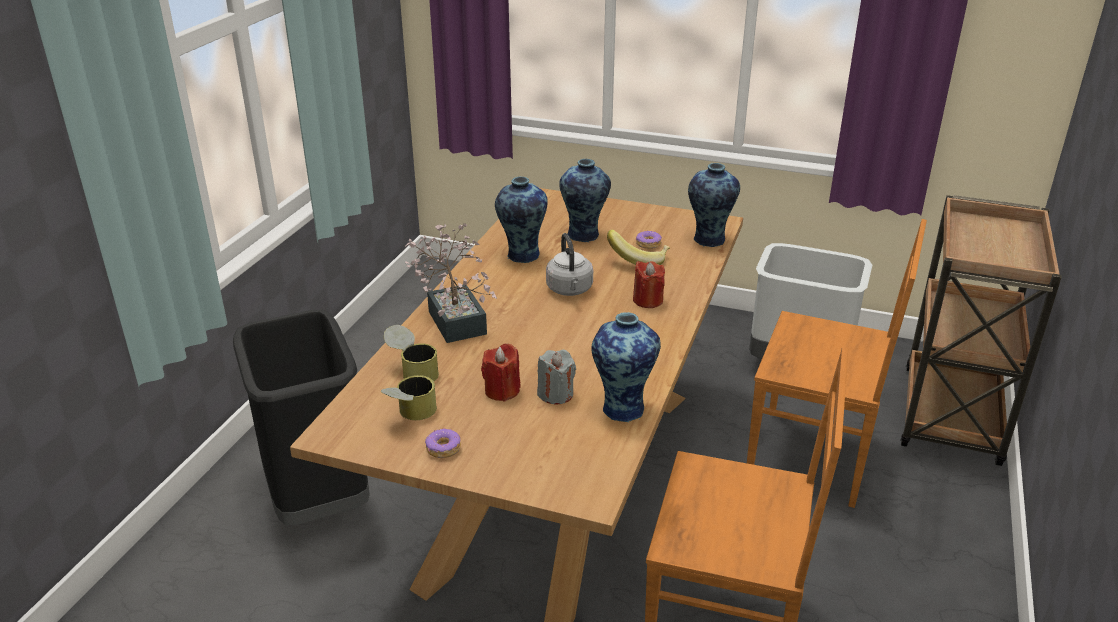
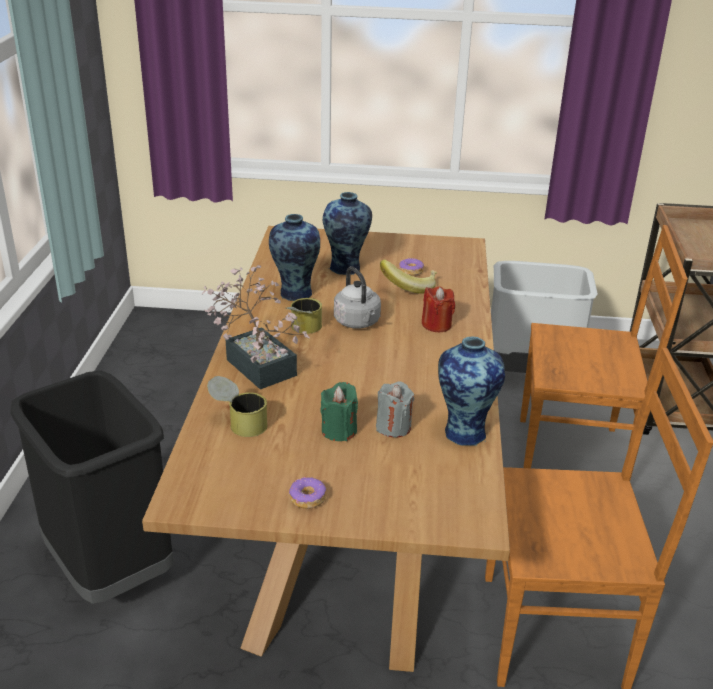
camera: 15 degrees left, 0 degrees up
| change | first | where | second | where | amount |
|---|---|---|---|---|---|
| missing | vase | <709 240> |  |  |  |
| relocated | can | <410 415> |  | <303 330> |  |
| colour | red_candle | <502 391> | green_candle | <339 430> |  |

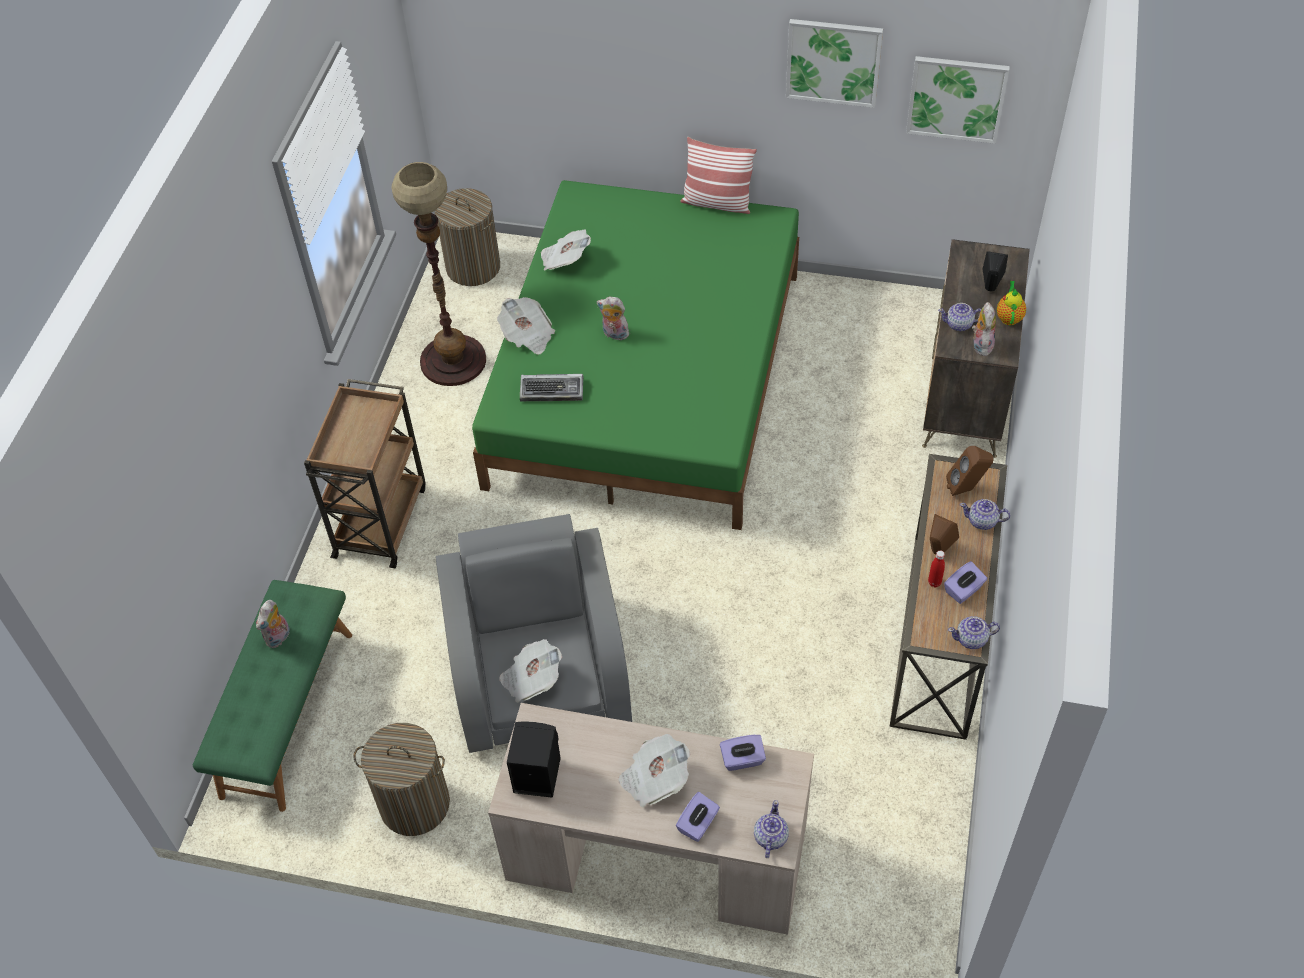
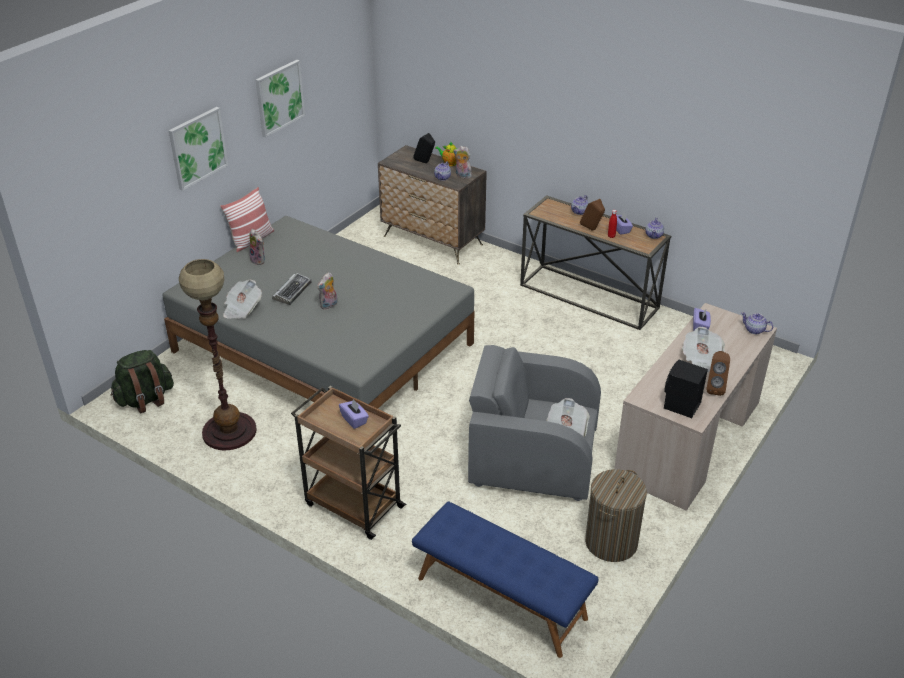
camera: 70 degrees left, 15 degrees down
| change | first | where | second | where | amount |
|---|---|---|---|---|---|
| missing | newspaper | <527 336> |  |  |  |
| relocated | plush_toy | <279 638> |  | <259 260> |  |
| relocated | keyboard | <553 390> |  | <292 291> |  |
| relocated | purple_tissue_box | <698 824> |  | <354 420> |  |
| relocated | picture | <956 98> |  | <197 148> |  |
| relocated | brown_speaker | <966 489> |  | <714 388> |  |
| exchanged | laundry_basket | <473 267> | green_backpack | <145 400> |  |
| colour | green_bench | <286 713> | blue_bench | <500 598> |  |
| colour | green_bed | <647 378> | grey_bed | <323 347> |  |

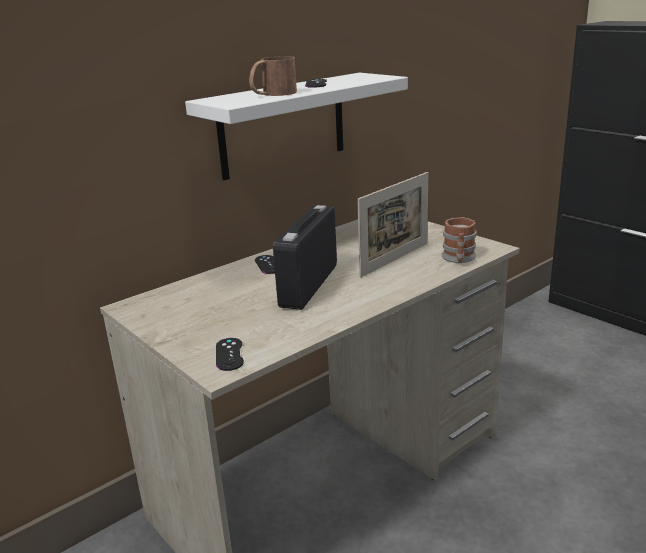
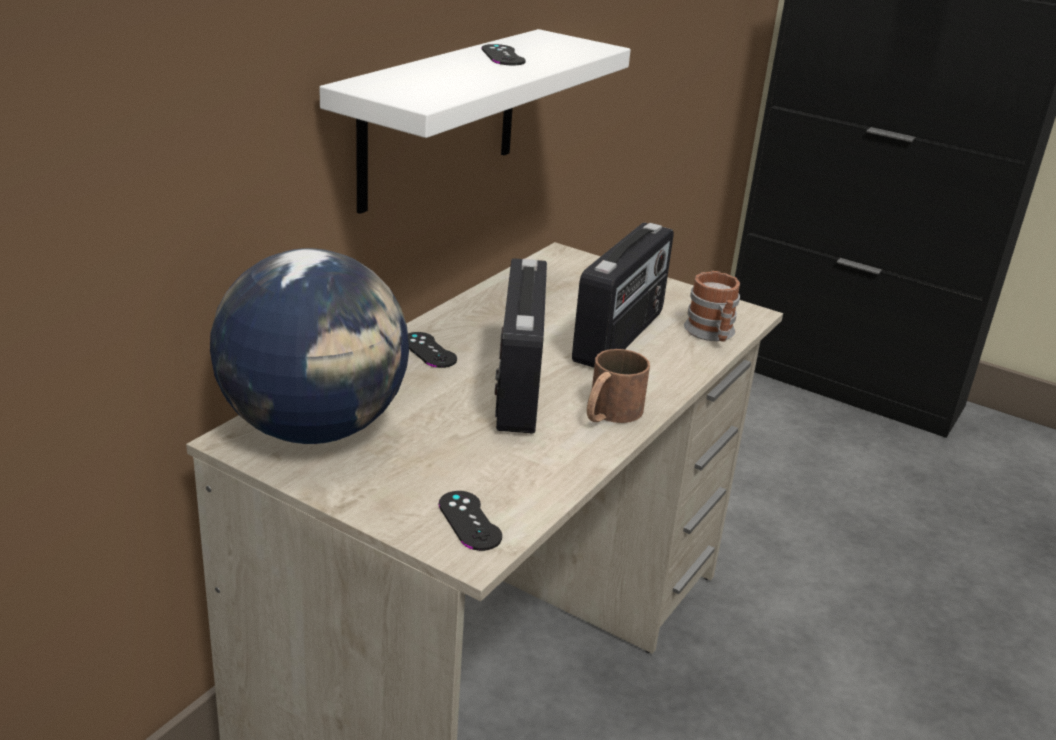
camera: 20 degrees left, 5 degrees up
| change | first | where | second | where | amount |
|---|---|---|---|---|---|
| appeared |  |  | globe | <314 428> |  |
| relocated | brown_mug | <272 94> |  | <609 414> |  |
| exchanged | picture_frame | <395 259> | radio | <620 337> |  |

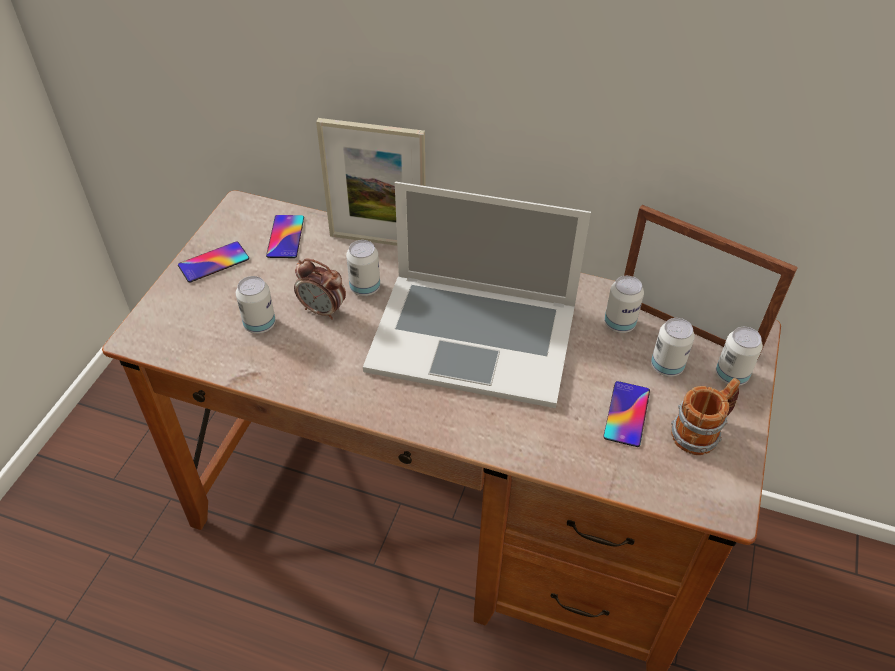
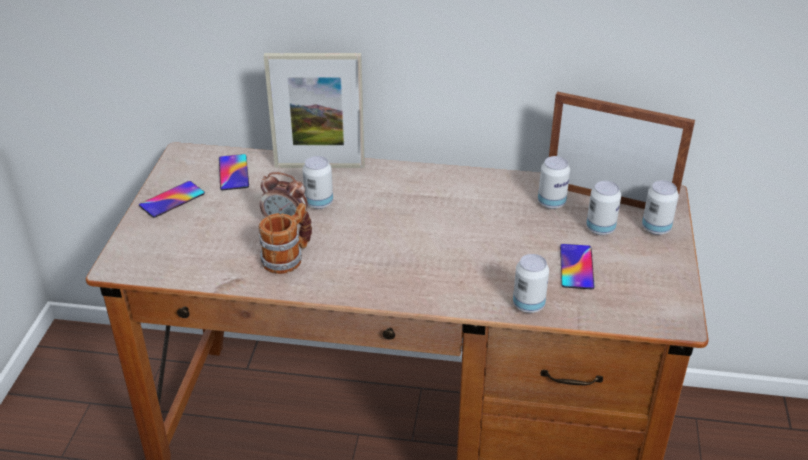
camera: 10 degrees left, 10 degrees down
| change | first | where | second | where | amount |
|---|---|---|---|---|---|
| missing | laptop | <473 336> |  |  |  |
| relocated | can | <260 324> |  | <528 305> |  |
| relocated | mug | <701 431> |  | <288 257> |  |

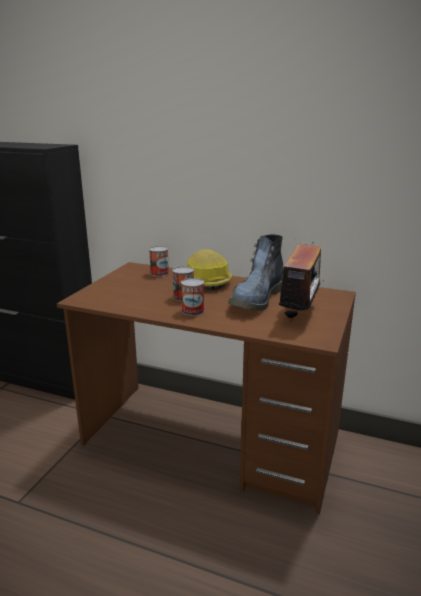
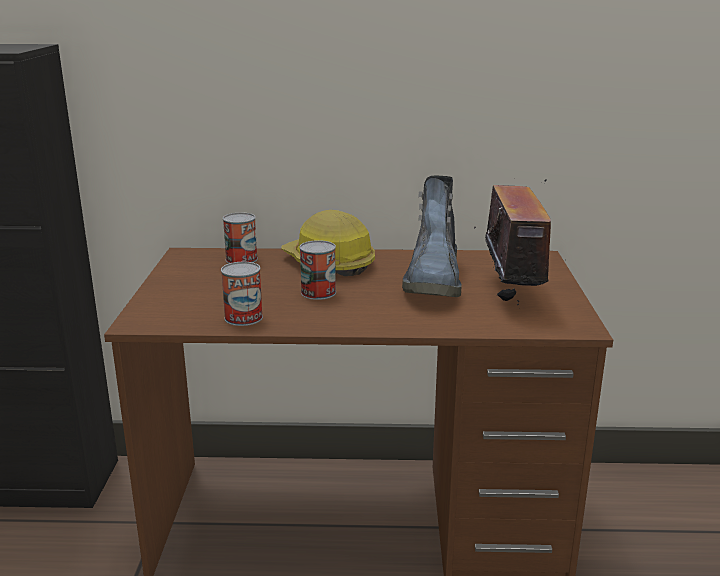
camera: 20 degrees left, 0 degrees up
| change | first | where | second | where | amount |
|---|---|---|---|---|---|
| relocated | can | <192 311> |  | <243 317> |  |

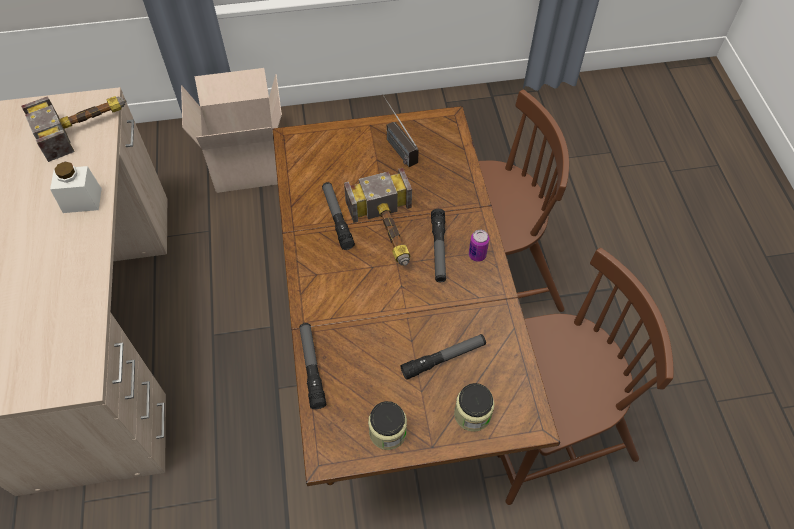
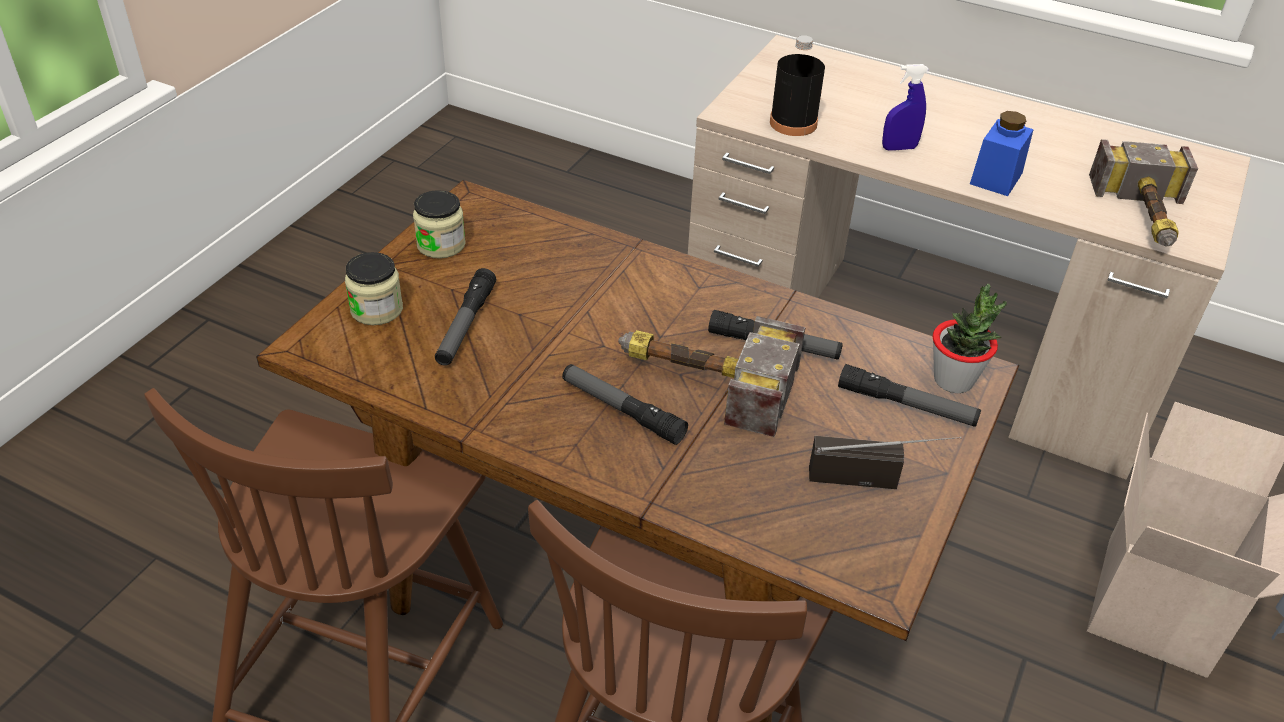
camera: 125 degrees right, 15 degrees down
| change | first | where | second | where | amount |
|---|---|---|---|---|---|
| missing | can | <477 255> |  |  |  |
| appeared |  |  | black_bottle | <793 123> |  |
| appeared |  |  | blue_spray_bottle | <899 148> |  |
| appeared |  |  | potted_plant | <954 380> |  |
| relocated | flashlight | <312 367> |  | <906 405> |  |
| colour | white_jar | <82 200> | blue_jar | <996 178> |  |

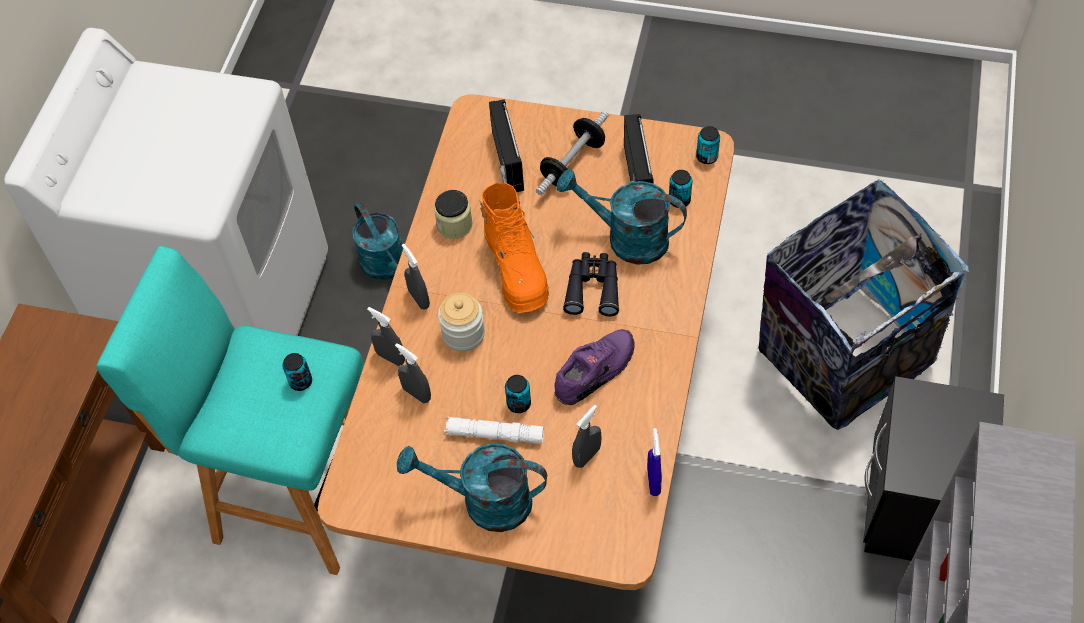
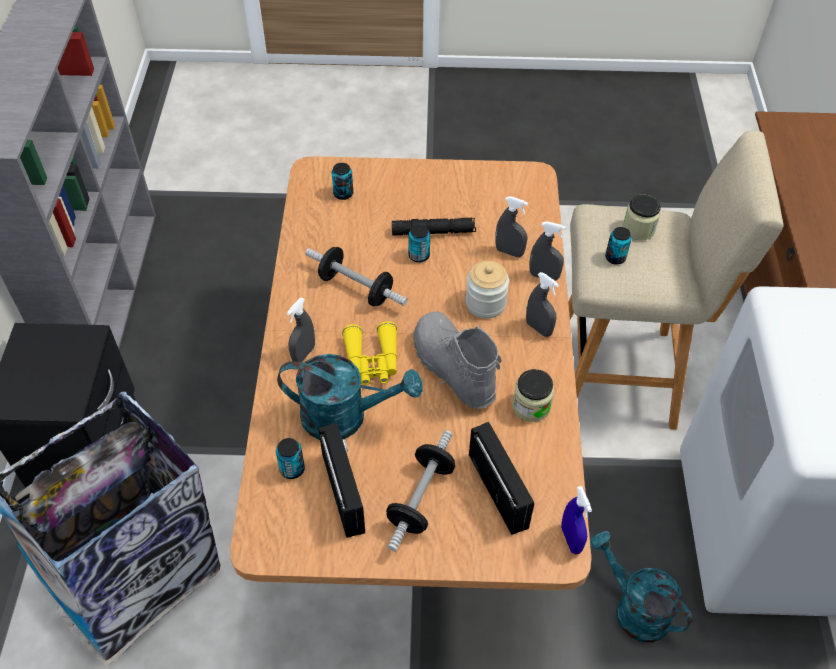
camera: 165 degrees right, 5 degrees down
| change | first | where | second | where | amount |
|---|---|---|---|---|---|
| missing | turquoise_watering_can | <484 502> |  |  |  |
| appeared |  |  | jar | <638 229> |  |
| relocated | grey_spray_bottle | <587 456> |  | <303 354> |  |
| relocated | blue_spray_bottle | <653 481> |  | <571 539> |  |
| relocated | can | <707 157> |  | <343 194> |  |
| exchanged | purple_shoe | <596 372> | dumbbell | <356 288> |  |
| colour | turquoise_stool | <293 493> | beige_stool | <621 375> |  |
| colour | white_flashlight | <494 434> | black_flashlight | <433 232> |  |
| colour | orange_boot | <517 269> | grey_boot | <452 369> |  |
| colour | black_binoculars | <593 288> | yellow_binoculars | <372 361> |  |

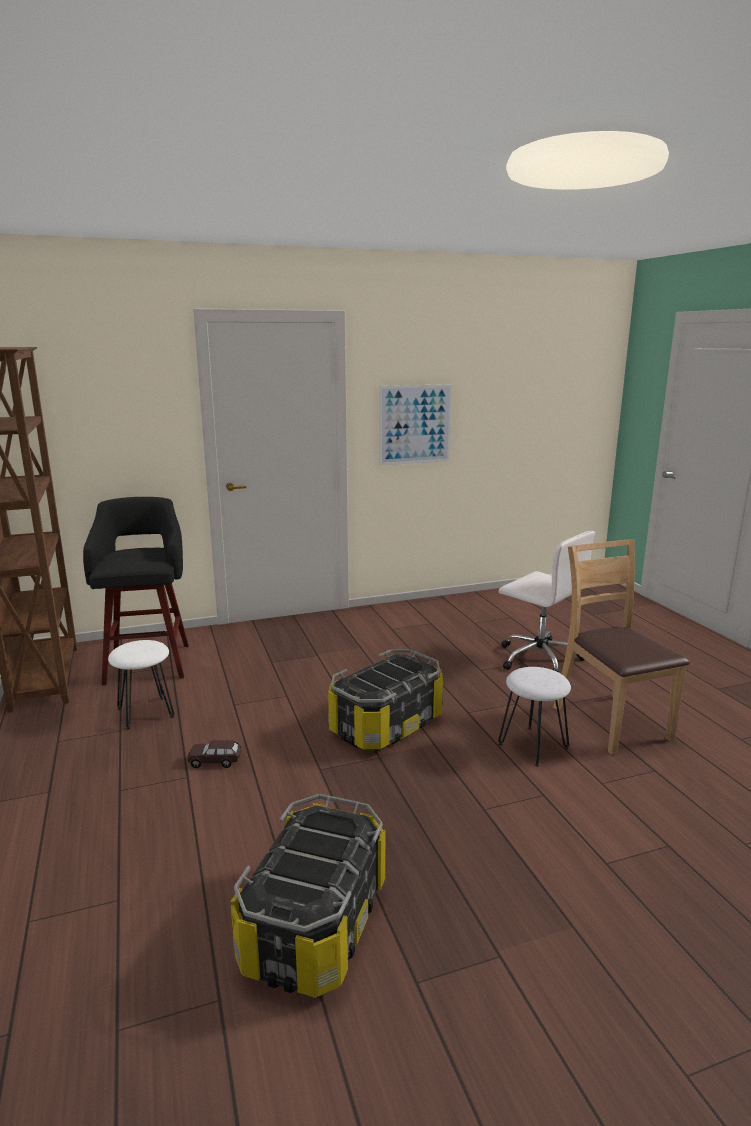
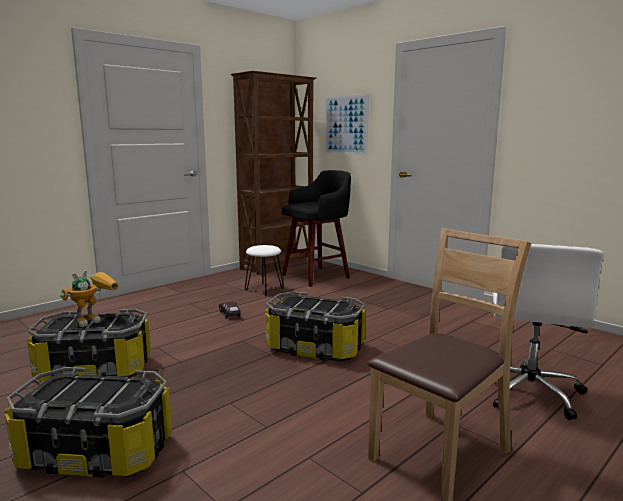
camera: 65 degrees right, 5 degrees down
| change | first | where | second | where | amount |
|---|---|---|---|---|---|
| missing | white_stool | <533 746> |  |  |  |
| appeared |  |  | storage_box | <97 452> |  |
| appeared |  |  | toy_robot | <94 319> |  |
| relocated | picture | <415 424> |  | <346 125> |  |

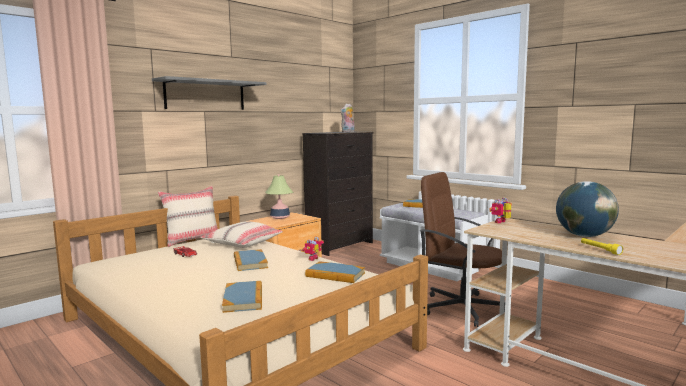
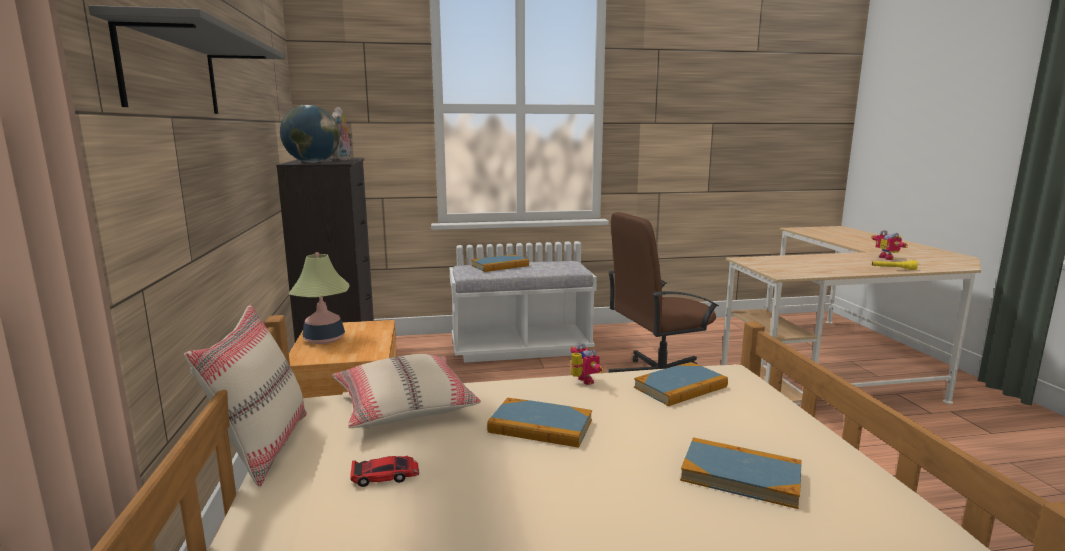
camera: 55 degrees left, 5 degrees up
| change | first | where | second | where | amount |
|---|---|---|---|---|---|
| relocated | toy_robot | <502 222> |  | <888 258> |  |
| relocated | globe | <584 236> |  | <312 162> |  |

